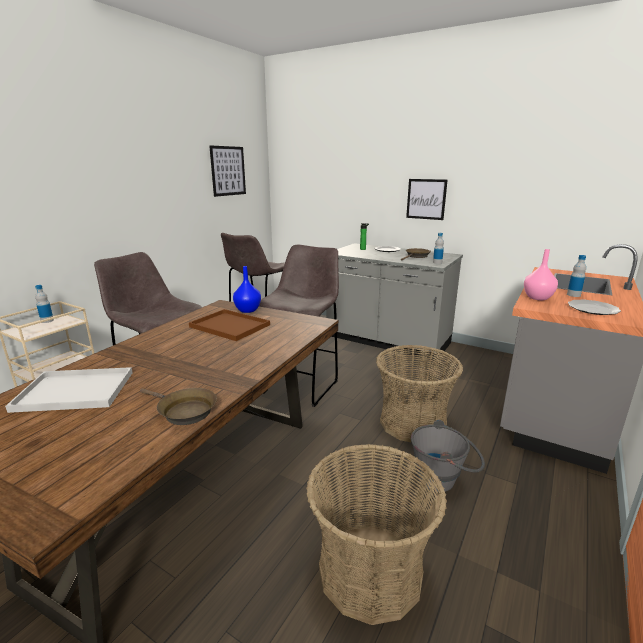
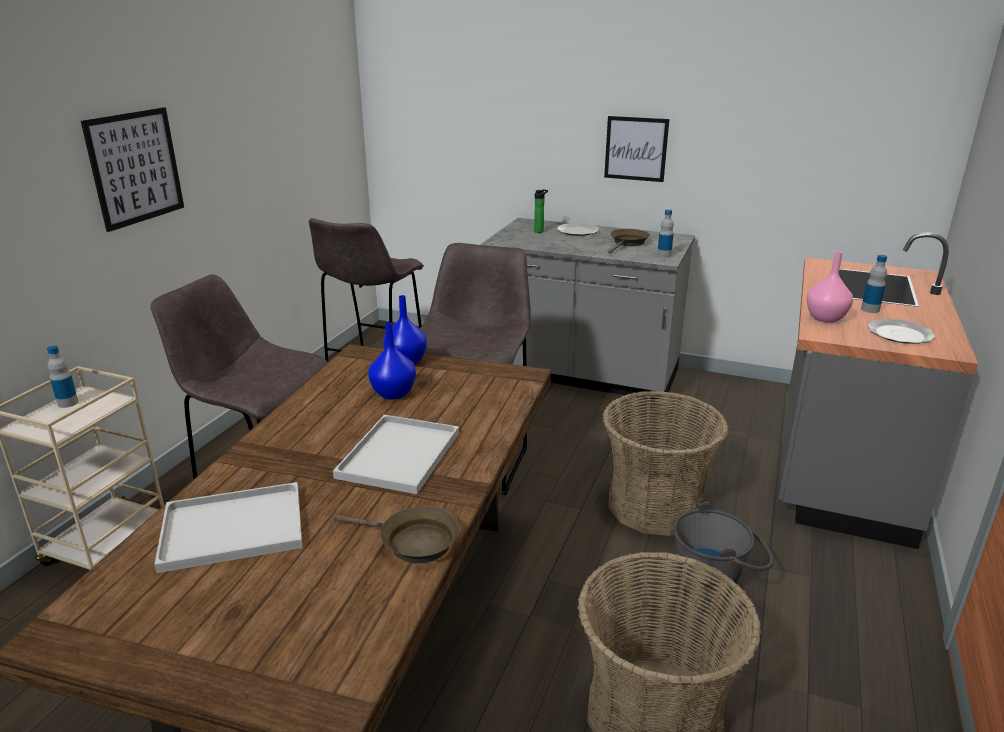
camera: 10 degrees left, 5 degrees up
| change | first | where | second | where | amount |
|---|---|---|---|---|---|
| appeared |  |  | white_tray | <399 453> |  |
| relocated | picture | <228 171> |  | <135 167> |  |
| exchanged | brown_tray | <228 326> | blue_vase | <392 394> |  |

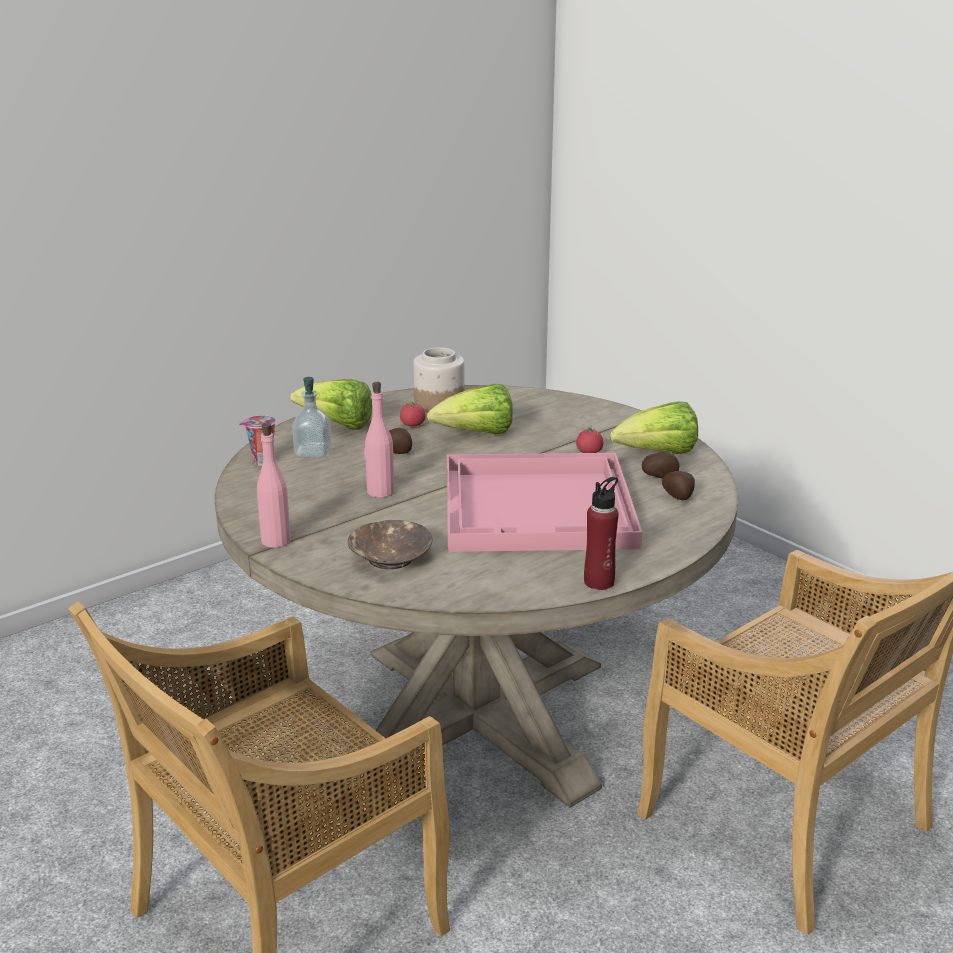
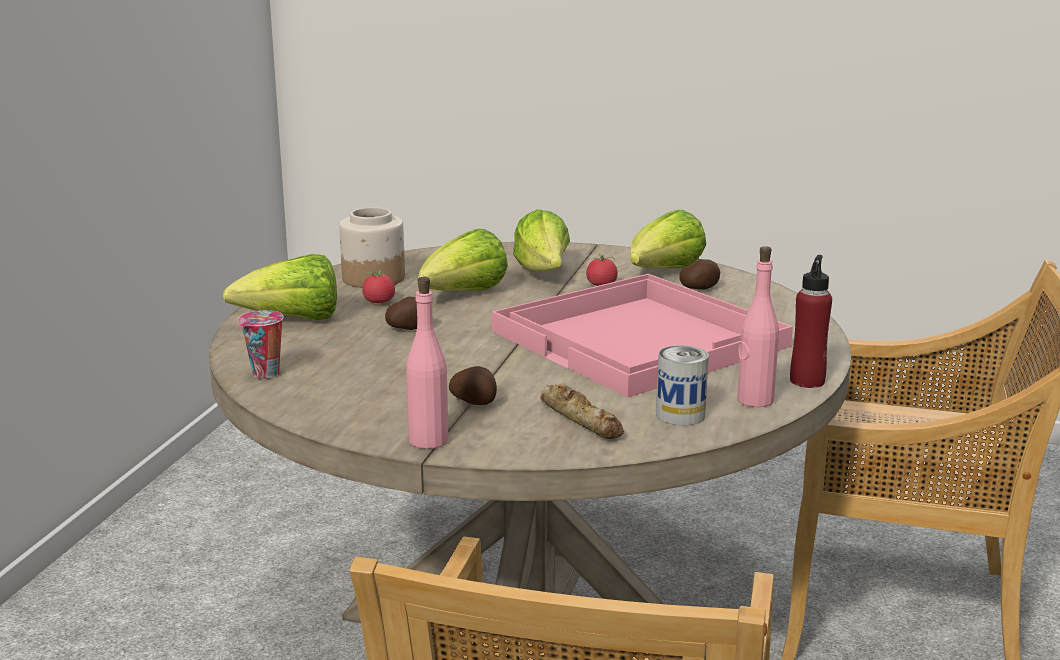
camera: 35 degrees left, 5 degrees down
| change | first | where | second | where | amount |
|---|---|---|---|---|---|
| missing | soap_dispenser | <313 452> |  |  |  |
| appeared |  |  | lettuce | <543 274> |  |
| appeared |  |  | can | <680 415> |  |
| relocated | pink_bottle | <380 492> |  | <754 400> |  |
| relocated | potato | <678 497> |  | <475 402> |  |
| exchanged | brown_bowl | <390 557> | bread | <581 419> |  |

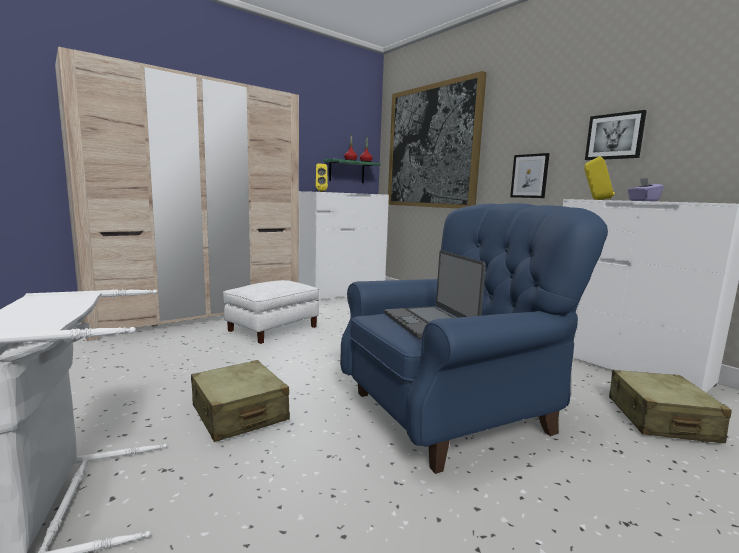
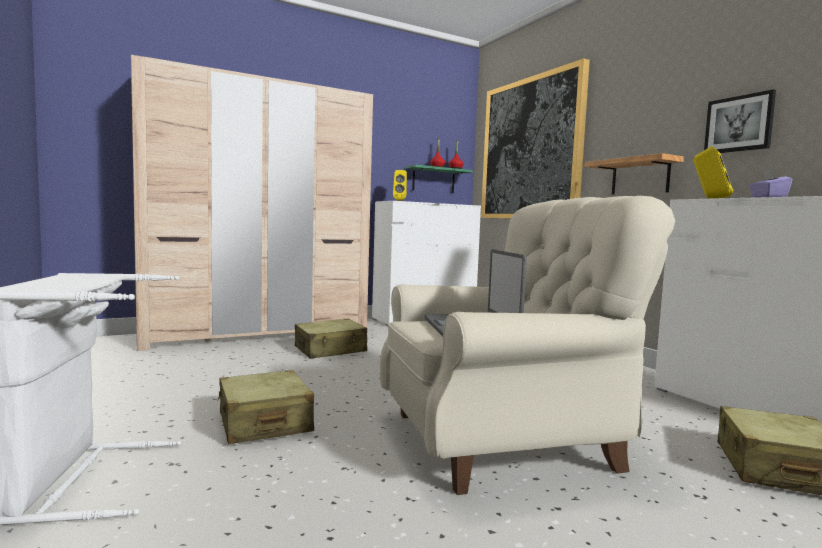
camera: 10 degrees right, 5 degrees down
| change | first | where | second | where | amount |
|---|---|---|---|---|---|
| exchanged | white_ottoman | <273 328> | beige_suitcase | <330 350> |  |
| exchanged | picture | <529 176> | shelf | <640 177> |  |
| colour | blue_armchair | <455 411> | beige_armchair | <507 440> |  |

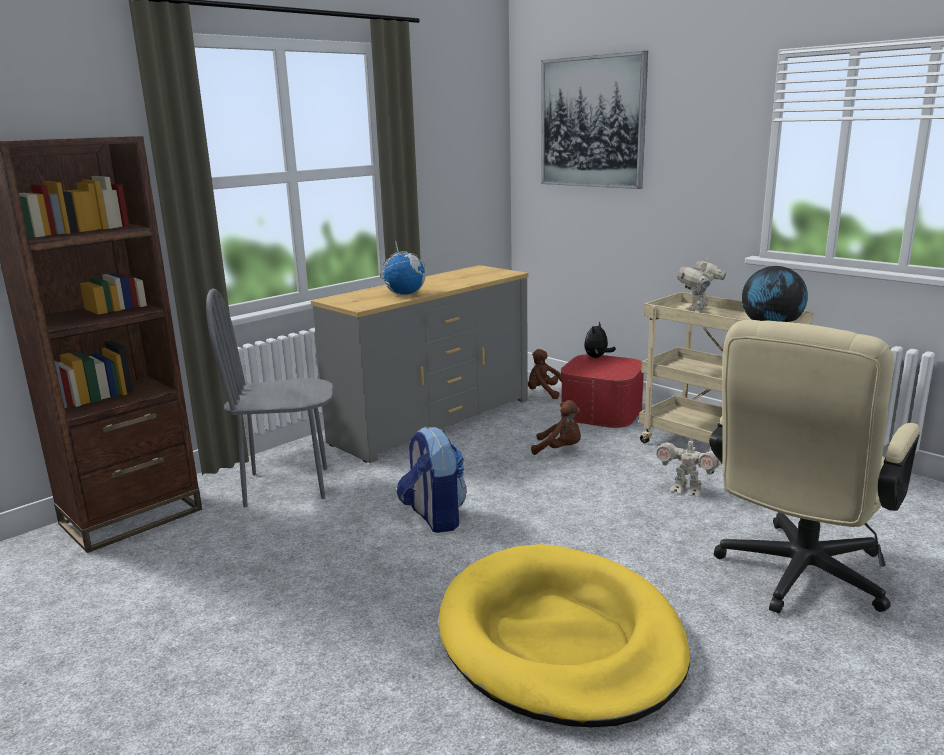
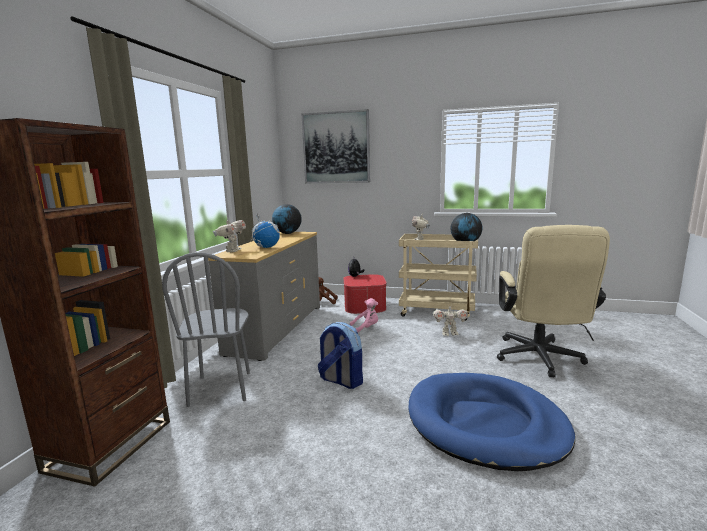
camera: 30 degrees left, 5 degrees down
| change | first | where | second | where | amount |
|---|---|---|---|---|---|
| appeared |  |  | toy_robot | <232 251> |  |
| appeared |  |  | globe | <287 233> |  |
| colour | yellow_dog_bed | <560 639> | blue_dog_bed | <485 424> |  |
| colour | brown_plush_toy | <559 449> | pink_plush_toy | <366 328> |  |
| spun | grey_chair | <287 486> |  | <221 388> | 60 degrees counterclockwise |

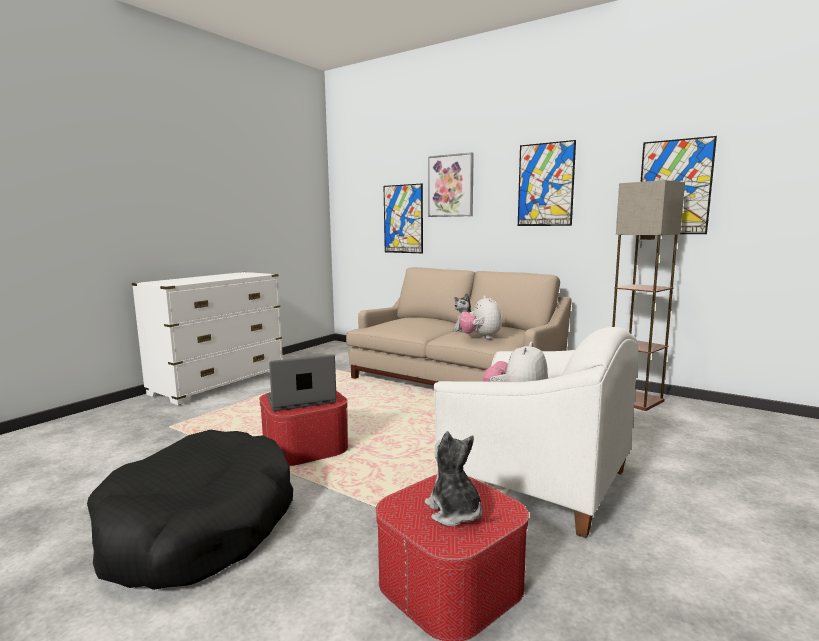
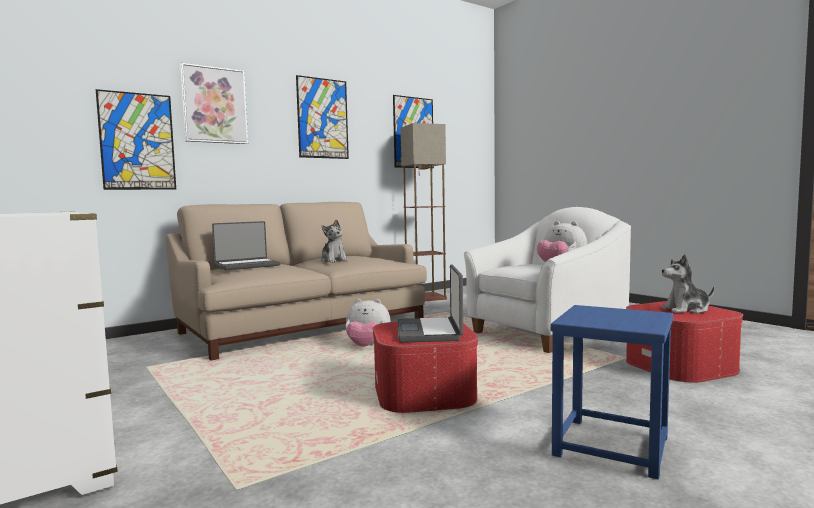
camera: 70 degrees left, 5 degrees down
| change | first | where | second | where | amount |
|---|---|---|---|---|---|
| appeared |  |  | laptop | <247 266> |  |
| relocated | plush_toy | <480 337> |  | <367 347> |  |
| exchanged | black_dog_bed | <199 527> | blue_stool | <610 446> |  |

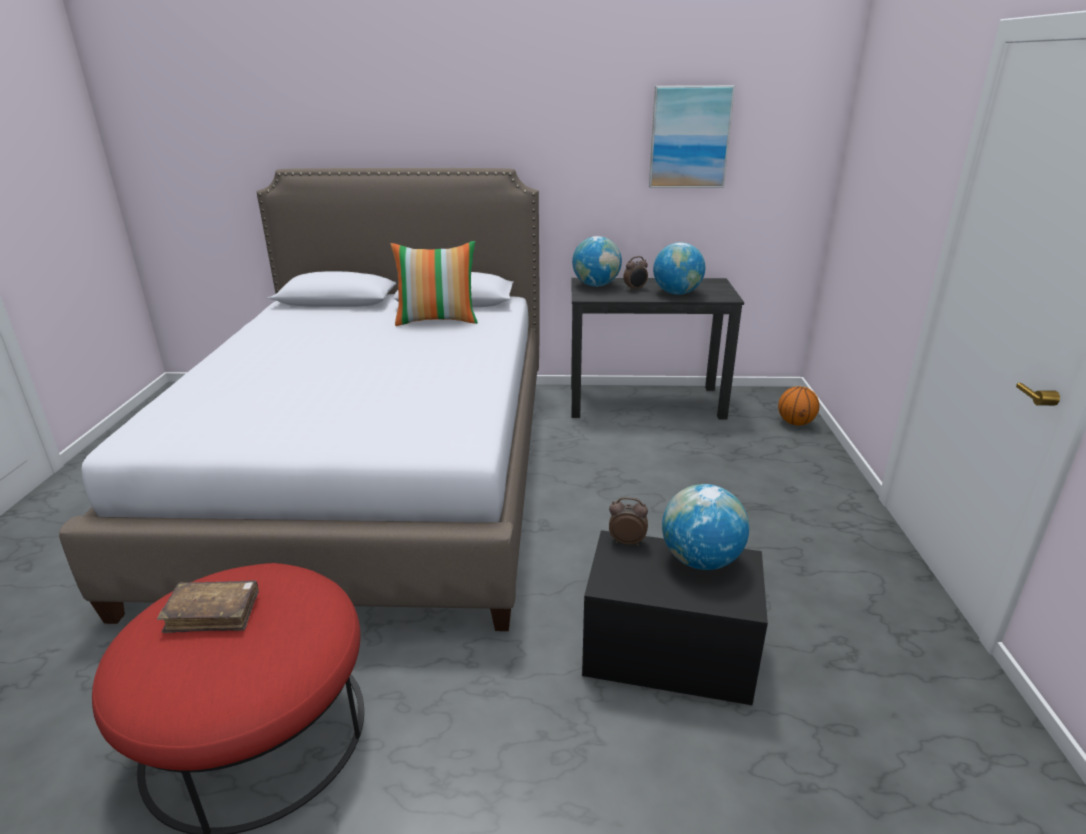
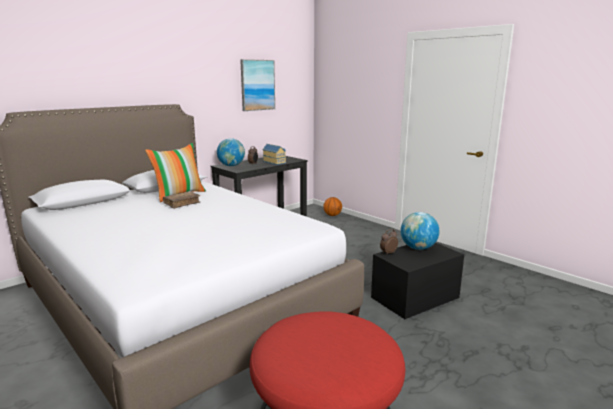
camera: 45 degrees left, 10 degrees down
| change | first | where | second | where | amount |
|---|---|---|---|---|---|
| relocated | brown_book | <213 614> |  | <182 203> |  |
| exchanged | globe | <677 293> | toy_house | <275 162> |  |

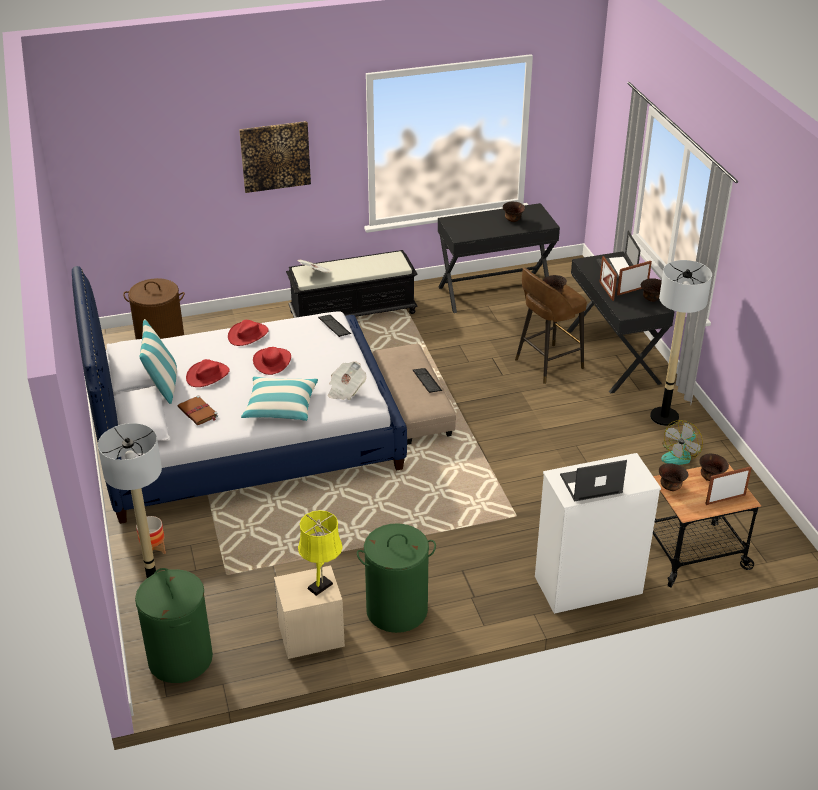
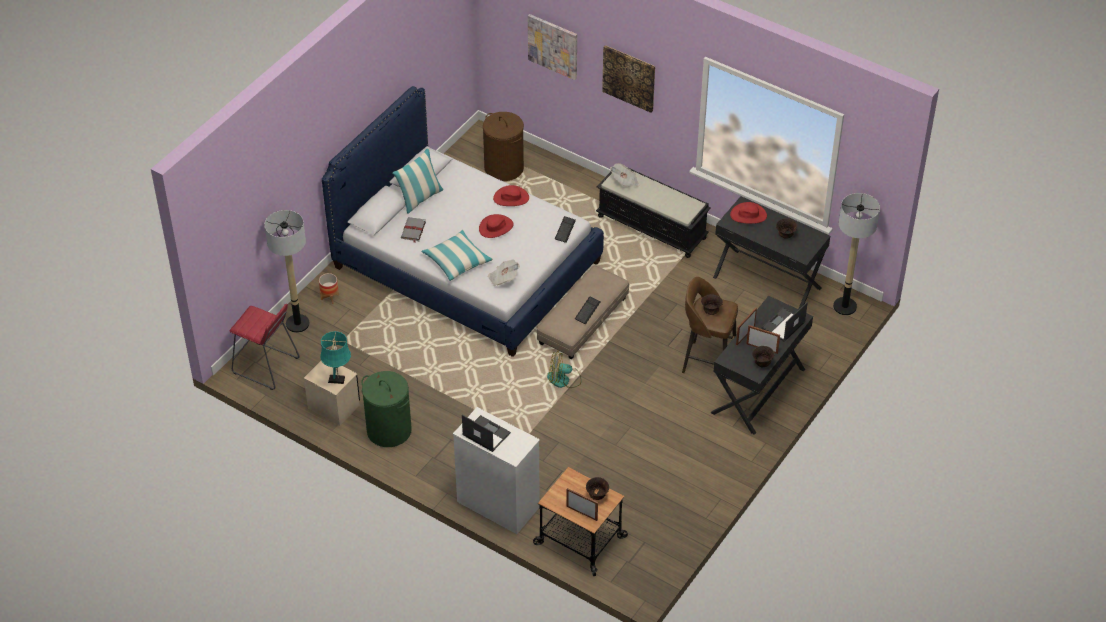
camera: 50 degrees right, 10 degrees up
| change | first | where | second | where | amount |
|---|---|---|---|---|---|
| missing | brown_bowl | <670 487> |  |  |  |
| appeared |  |  | picture | <553 46> |  |
| relocated | red_hat | <207 375> |  | <748 215> |  |
| relocated | floor_lamp | <664 417> |  | <844 306> |  |
| relocated | fan | <680 455> |  | <564 380> |  |
| exchanged | green_laundry_basket | <181 659> | red_stool | <266 366> |  |
| colour | brown_book | <198 412> | grey_book | <413 230> |  |
| colour | yellow_table_lamp | <322 585> | turquoise_table_lamp | <338 380> |  |

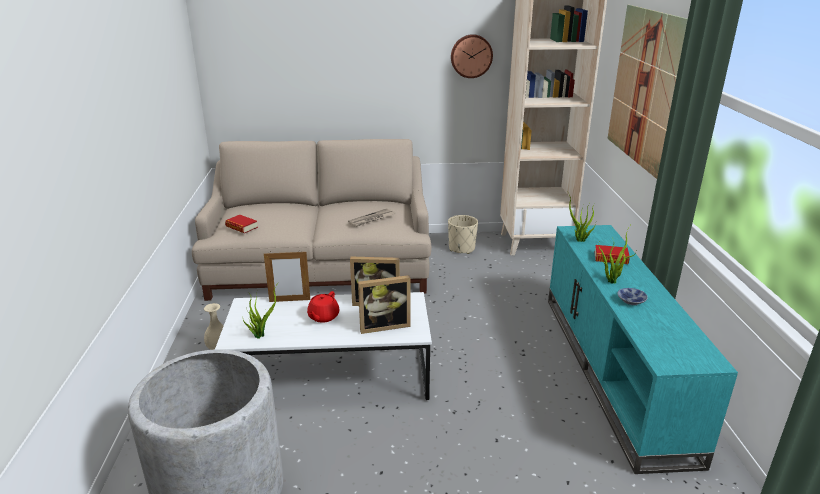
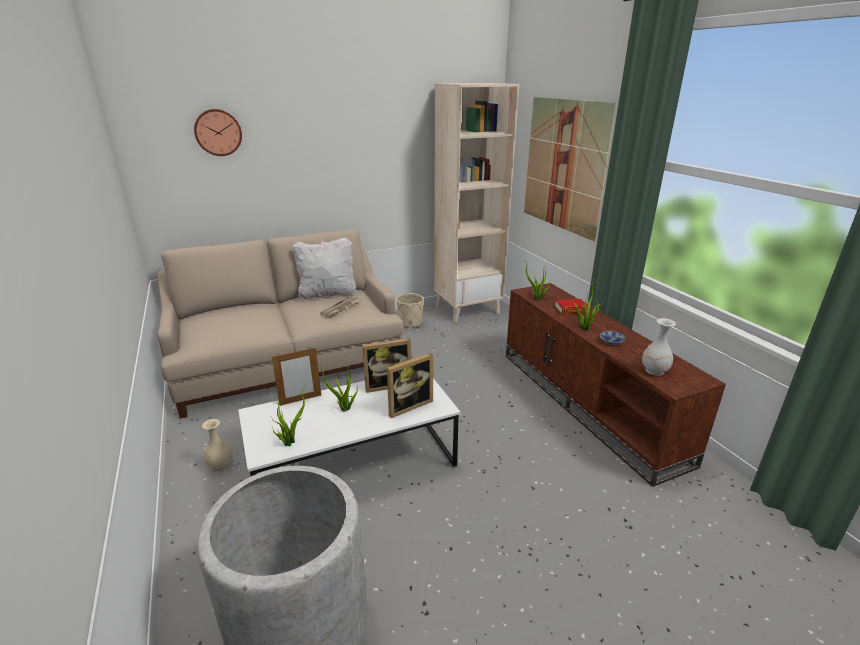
camera: 20 degrees left, 0 degrees up
| change | first | where | second | where | amount |
|---|---|---|---|---|---|
| missing | book | <241 227> |  |  |  |
| appeared |  |  | white_pillow | <327 294> |  |
| appeared |  |  | white_vase | <654 371> |  |
| relocated | wall_clock | <471 56> |  | <218 132> |  |
| exchanged | red_teapot | <323 317> | potted_plant | <344 409> |  |
| colour | turquoise_tv_stand | <615 371> | brown_tv_stand | <588 403> |  |

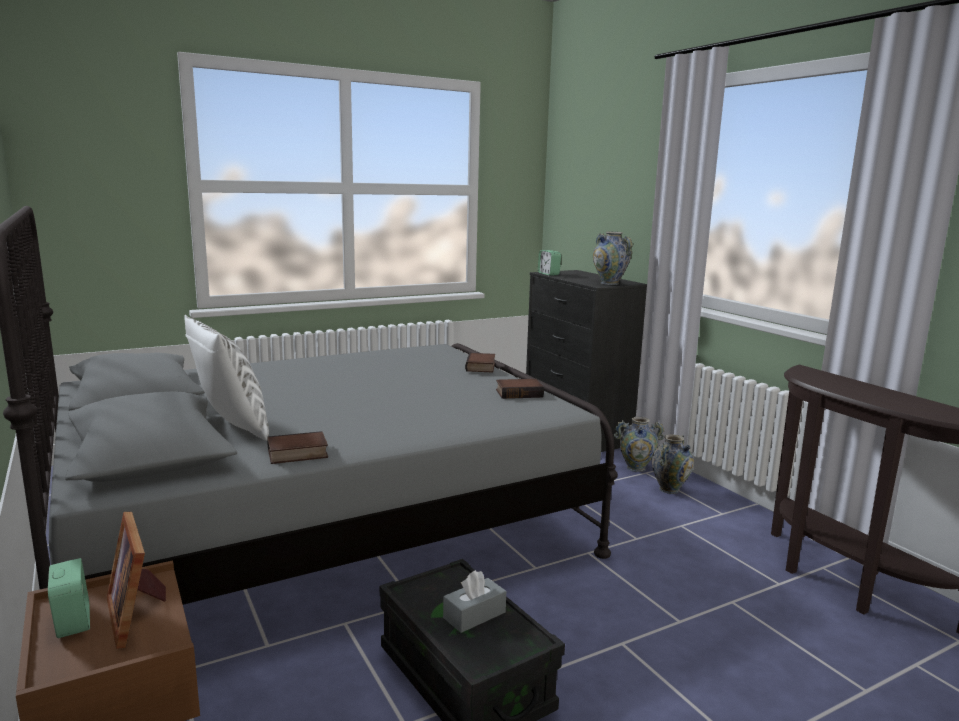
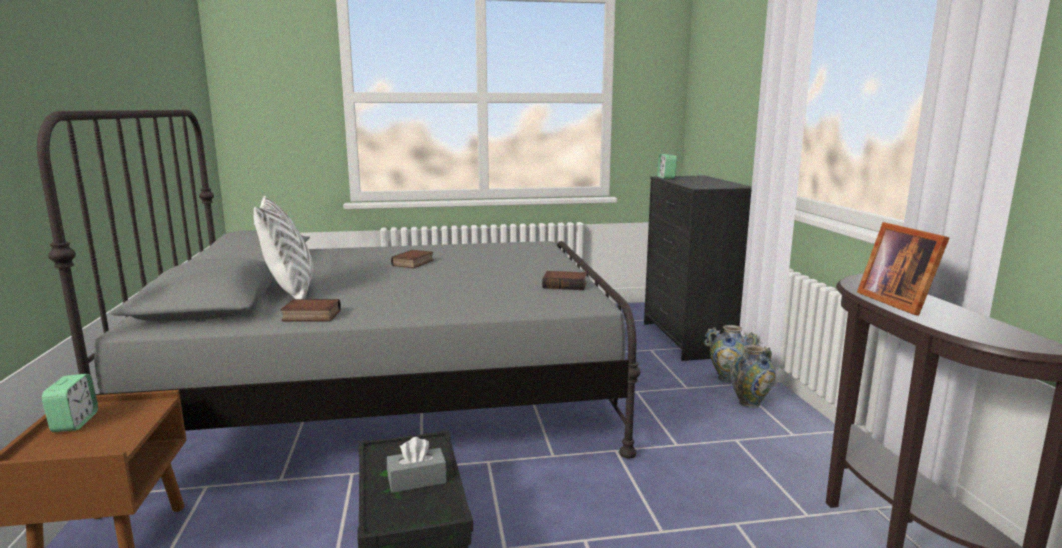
camera: 20 degrees right, 0 degrees up
| change | first | where | second | where | amount |
|---|---|---|---|---|---|
| missing | vase | <609 283> |  |  |  |
| relocated | picture_frame | <138 613> |  | <897 302> |  |
| relocated | book | <481 367> |  | <413 263> |  |

